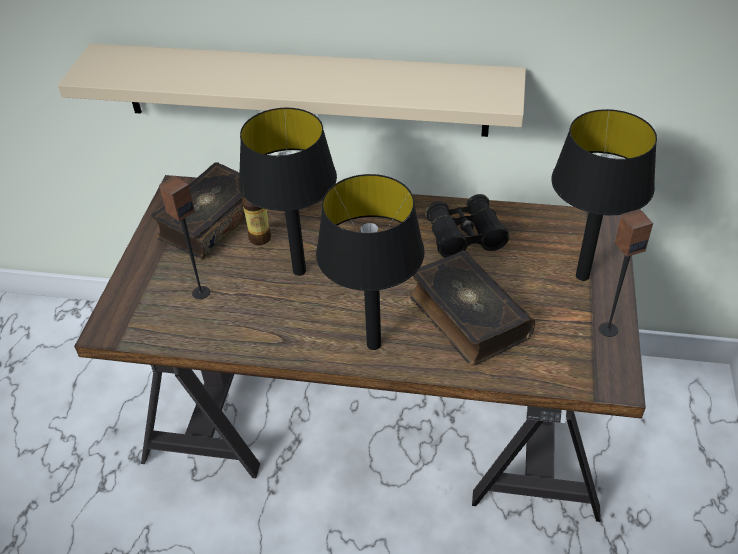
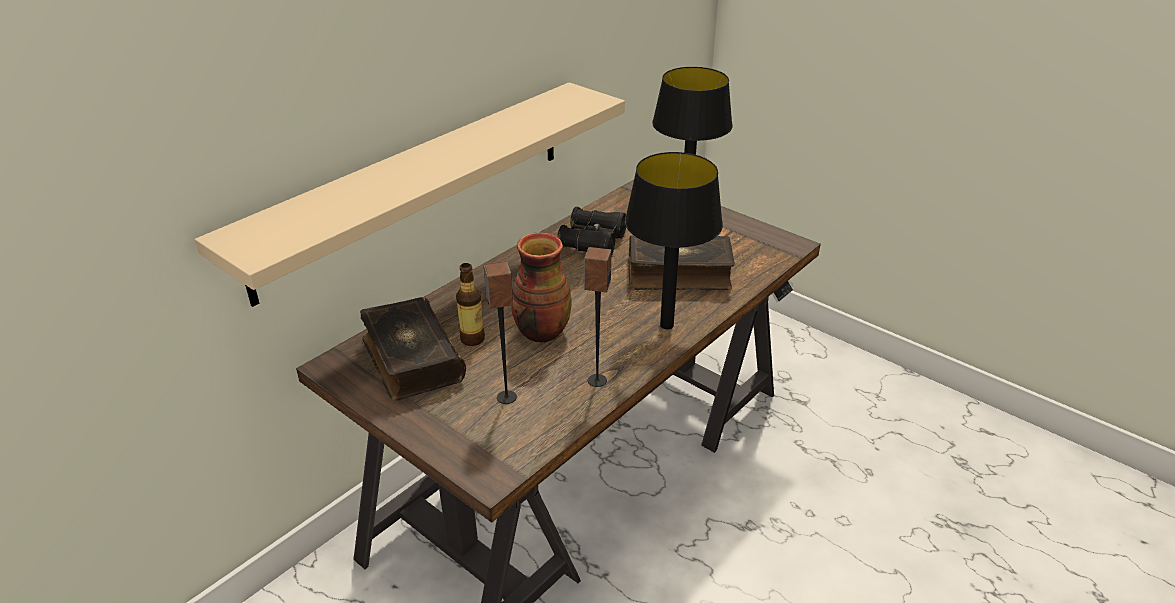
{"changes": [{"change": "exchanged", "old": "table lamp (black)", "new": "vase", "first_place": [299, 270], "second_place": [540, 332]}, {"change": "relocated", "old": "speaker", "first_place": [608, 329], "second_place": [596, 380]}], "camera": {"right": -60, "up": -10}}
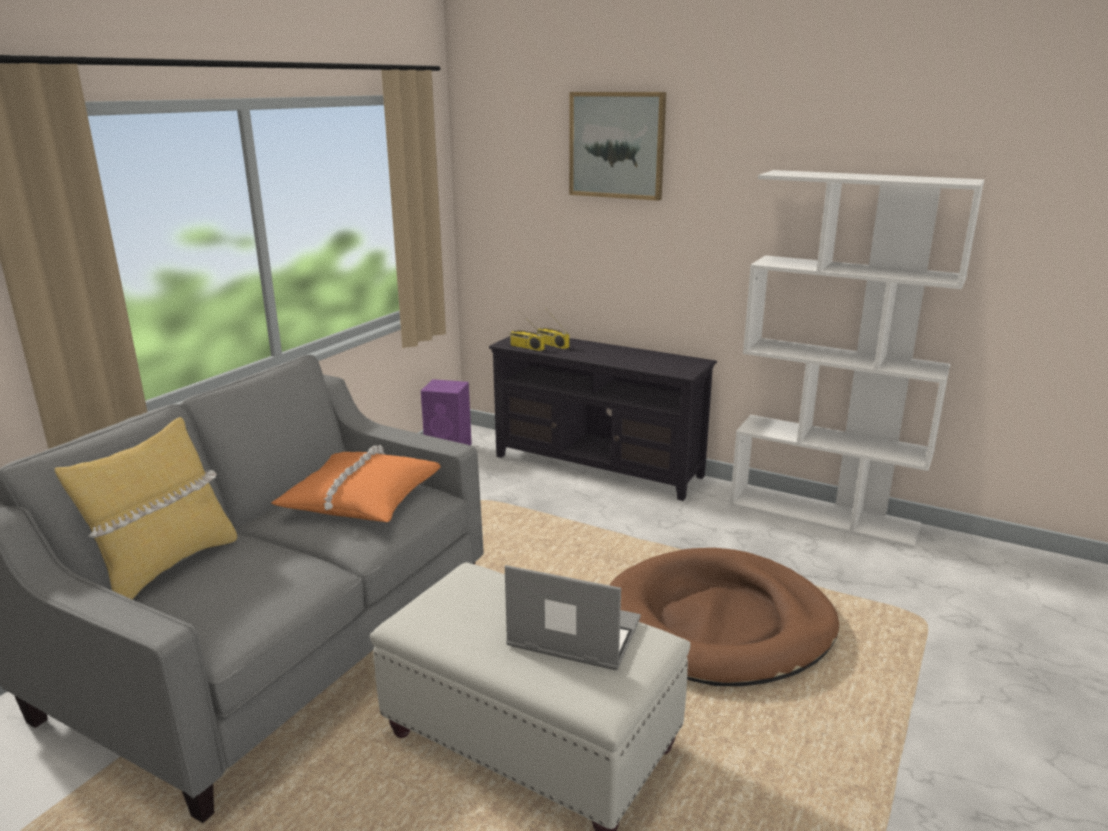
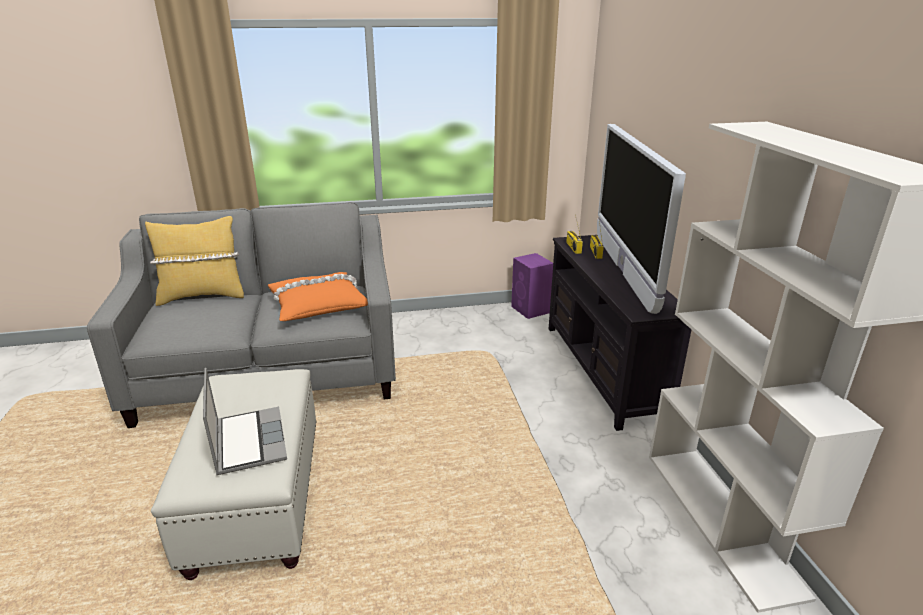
{"changes": [{"change": "missing", "old": "picture", "first_place": [617, 145]}, {"change": "missing", "old": "dog bed (brown)", "first_place": [719, 623]}, {"change": "appeared", "new": "television", "second_place": [623, 271]}], "camera": {"right": 50, "up": 5}}
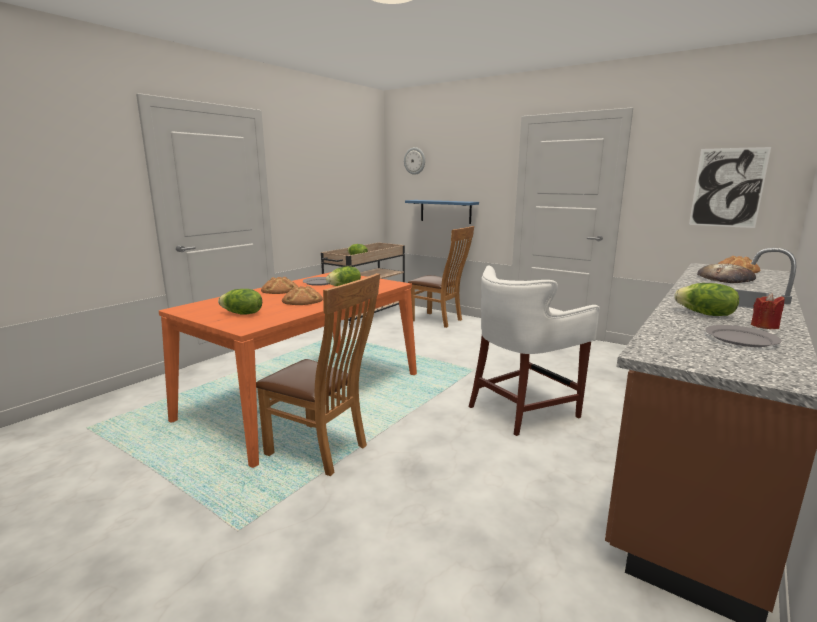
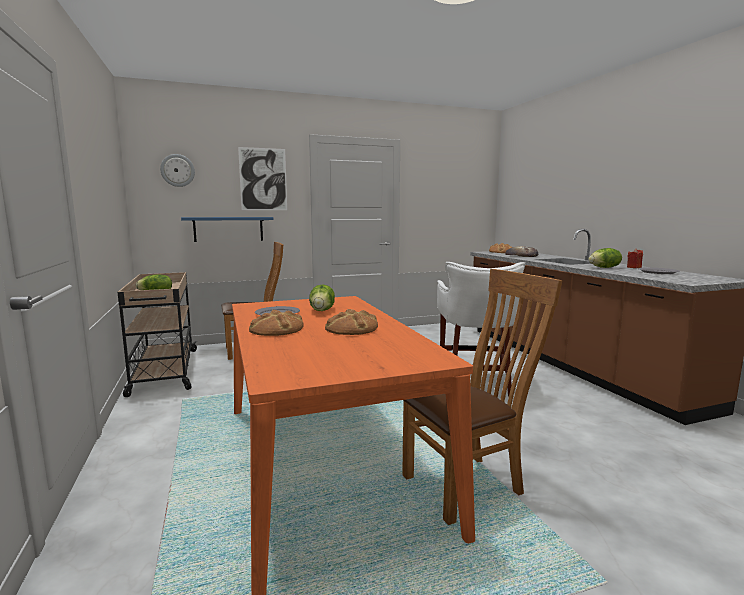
{"changes": [{"change": "missing", "old": "lettuce", "first_place": [242, 314]}, {"change": "relocated", "old": "picture", "first_place": [727, 188], "second_place": [263, 179]}], "camera": {"right": -55, "up": -5}}
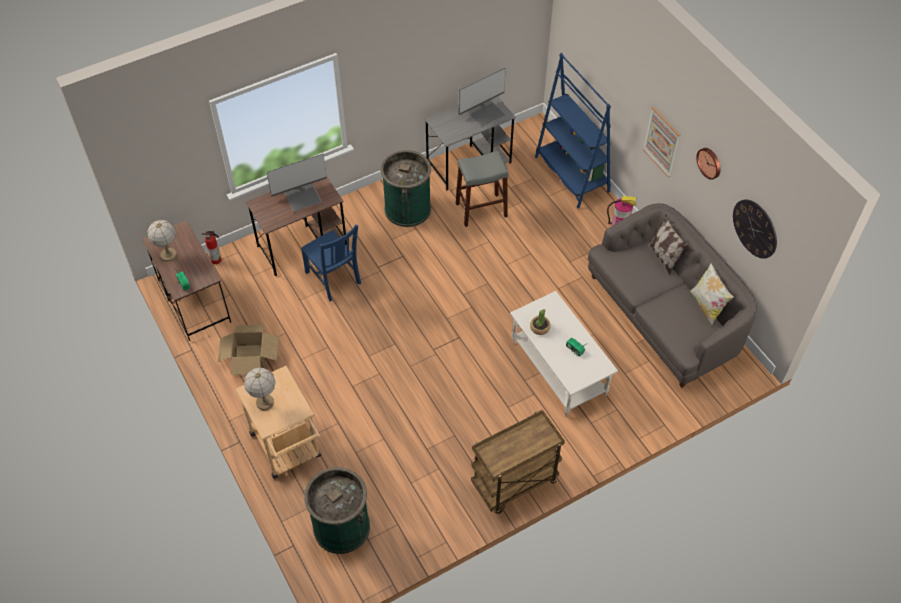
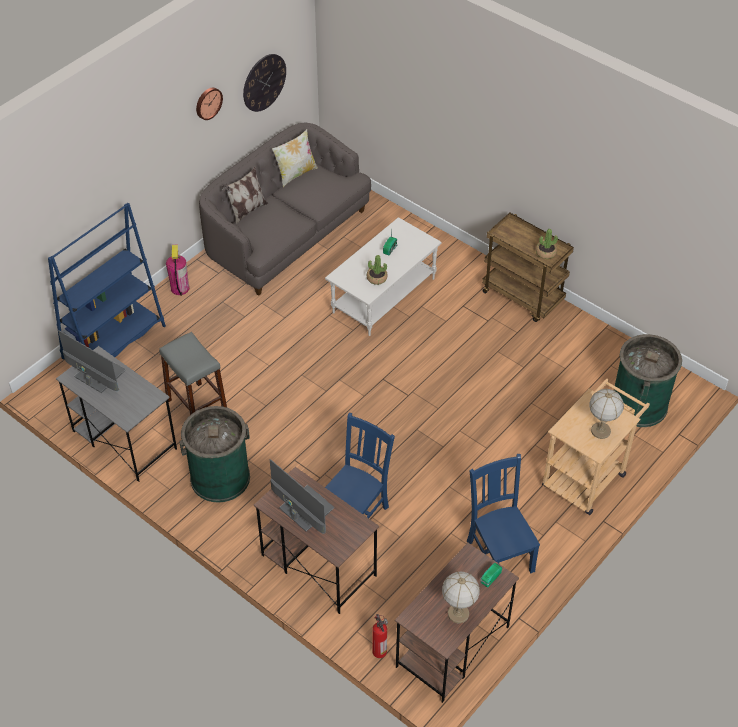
{"changes": [{"change": "exchanged", "old": "cardboard box", "new": "chair (blue)", "first_place": [250, 357], "second_place": [499, 554]}, {"change": "missing", "old": "picture", "first_place": [662, 141]}, {"change": "appeared", "new": "potted plant", "second_place": [545, 253]}], "camera": {"right": -110, "up": -5}}
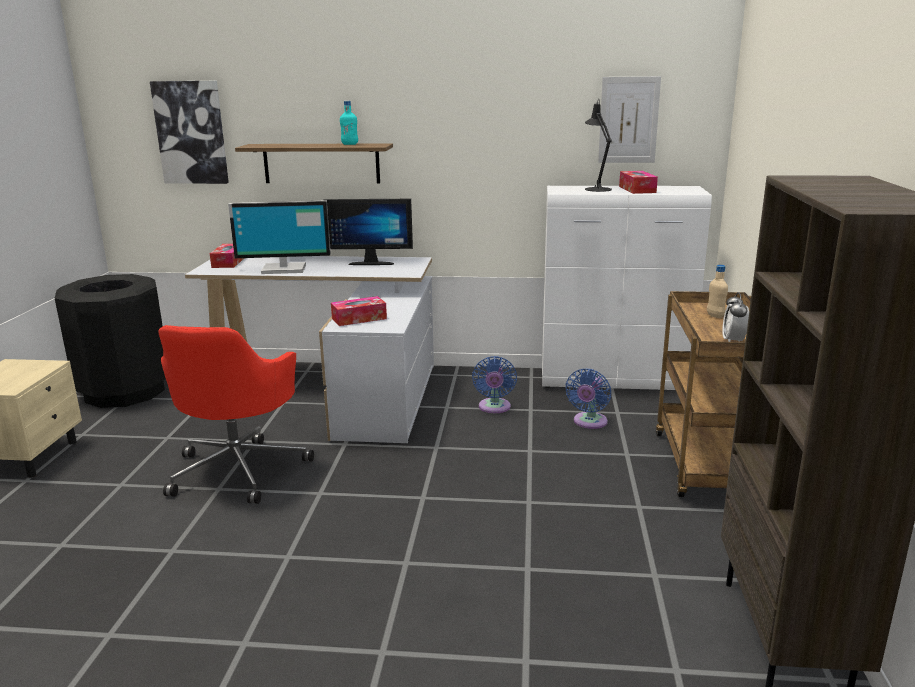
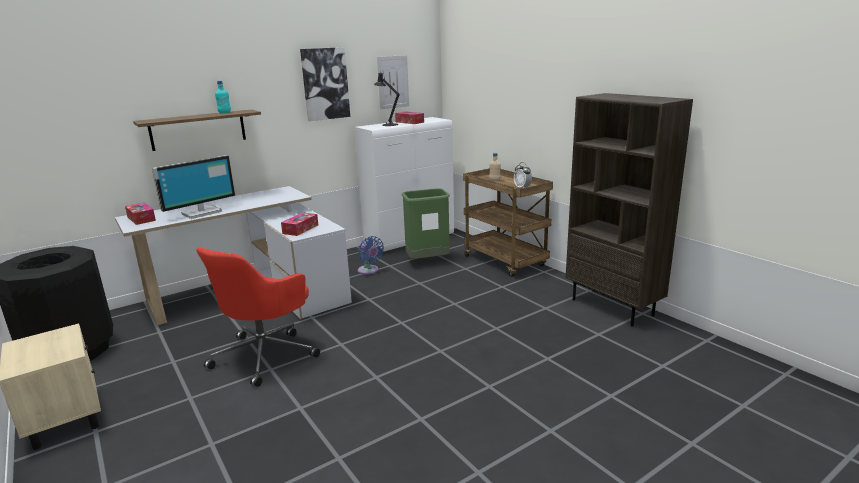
{"changes": [{"change": "relocated", "old": "picture", "first_place": [191, 132], "second_place": [325, 84]}, {"change": "spun", "old": "office chair (red)", "first_place": [239, 469], "second_place": [265, 354], "degrees": 60}, {"change": "missing", "old": "monitor", "first_place": [371, 262]}, {"change": "exchanged", "old": "fan (blue)", "new": "trash can (green)", "first_place": [589, 423], "second_place": [428, 261]}], "camera": {"right": -40, "up": 0}}
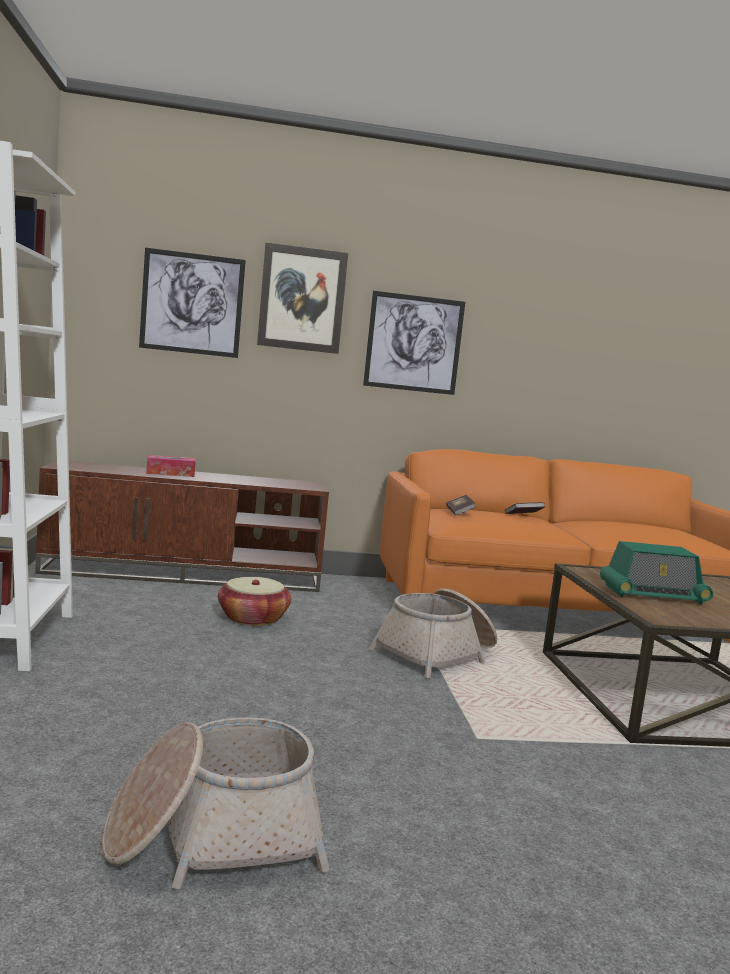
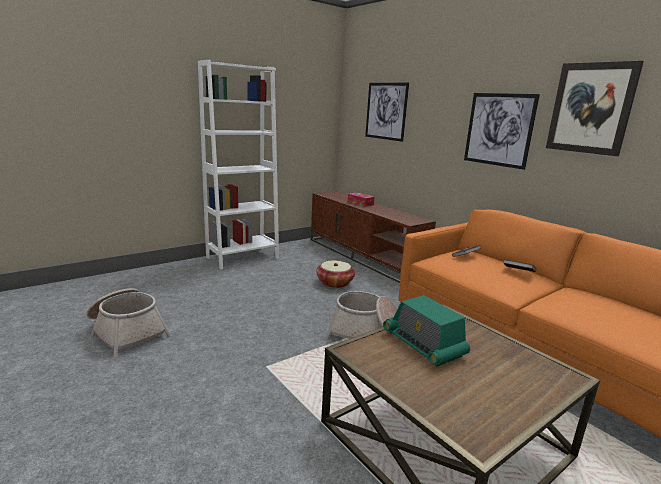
{"changes": [{"change": "relocated", "old": "picture", "first_place": [302, 299], "second_place": [591, 108]}], "camera": {"right": 60, "up": 10}}
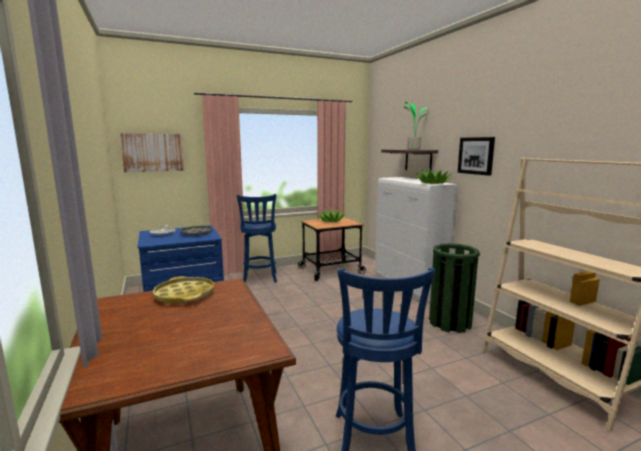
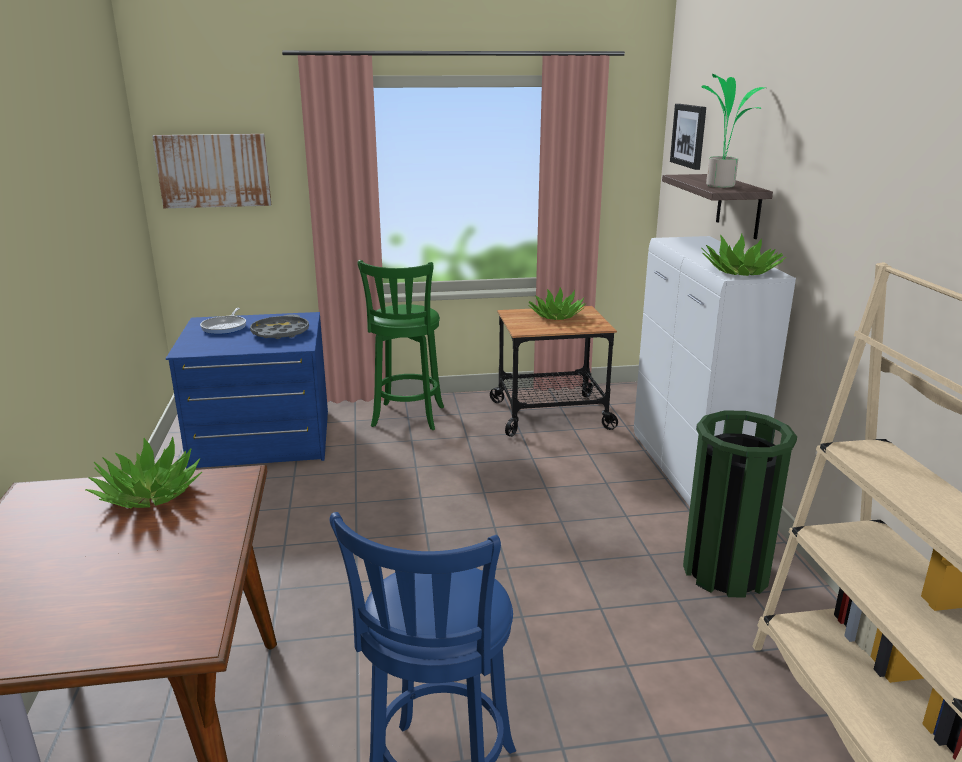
{"changes": [{"change": "exchanged", "old": "tray (yellow)", "new": "potted plant", "first_place": [184, 295], "second_place": [150, 494]}, {"change": "colour", "old": "stool (blue)", "new": "stool (green)", "first_place": [260, 278], "second_place": [407, 418]}, {"change": "relocated", "old": "picture", "first_place": [476, 155], "second_place": [689, 135]}], "camera": {"right": 15, "up": 10}}
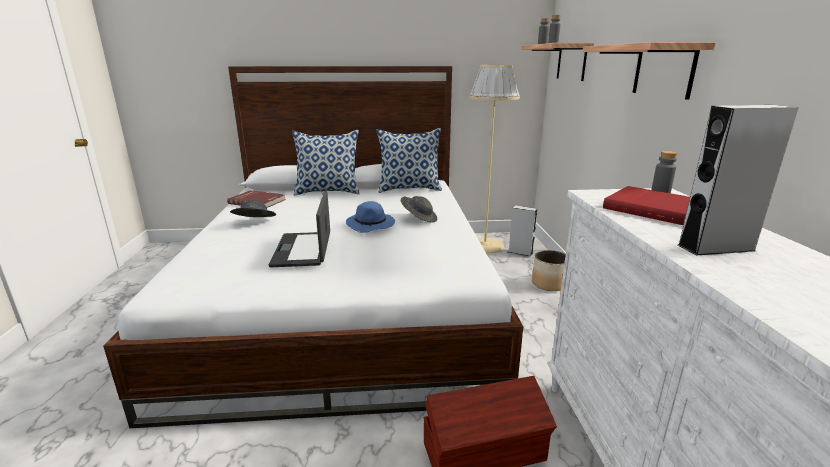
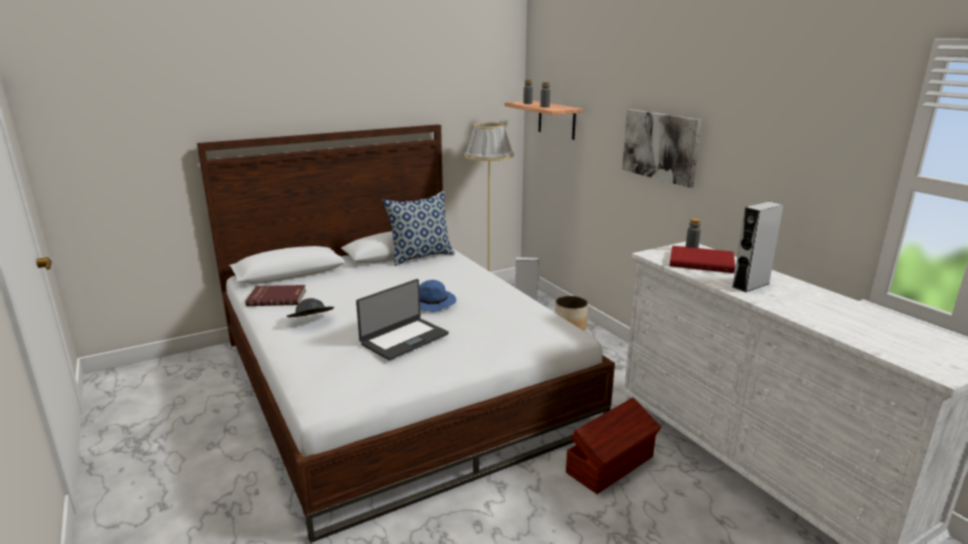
{"changes": [{"change": "spun", "old": "laptop", "first_place": [303, 249], "second_place": [404, 338], "degrees": -105}, {"change": "missing", "old": "pillow", "first_place": [328, 192]}, {"change": "missing", "old": "hat (grey)", "first_place": [419, 219]}, {"change": "exchanged", "old": "shelf", "new": "picture", "first_place": [663, 70], "second_place": [660, 146]}], "camera": {"right": -25, "up": 0}}
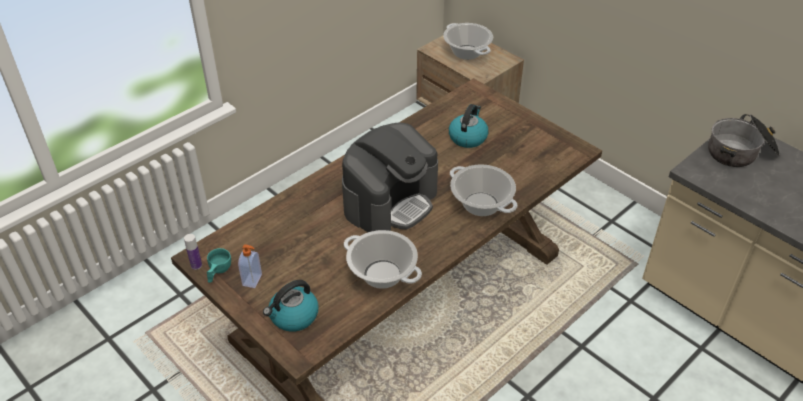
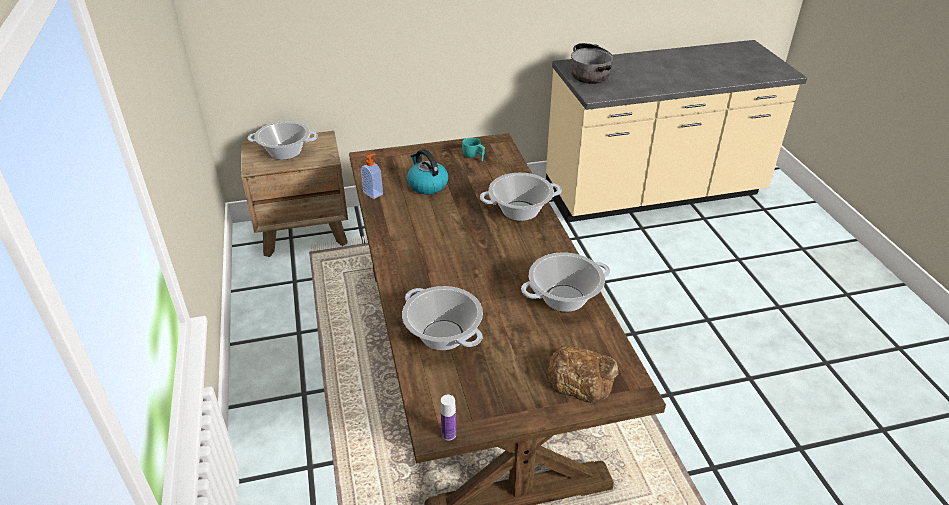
{"changes": [{"change": "relocated", "old": "cup (turquoise)", "first_place": [218, 272], "second_place": [474, 157]}, {"change": "relocated", "old": "soap dispenser", "first_place": [253, 280], "second_place": [373, 193]}, {"change": "exchanged", "old": "kettle", "new": "bread", "first_place": [293, 316], "second_place": [581, 378]}, {"change": "missing", "old": "coffee machine", "first_place": [390, 202]}, {"change": "appeared", "new": "cooking pot", "second_place": [443, 335]}], "camera": {"right": -60, "up": -5}}
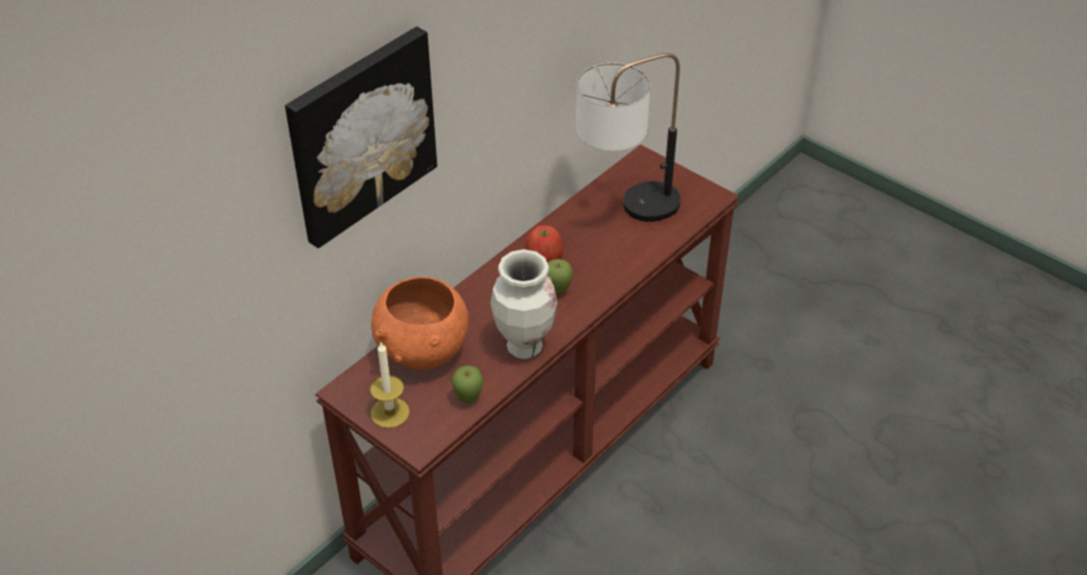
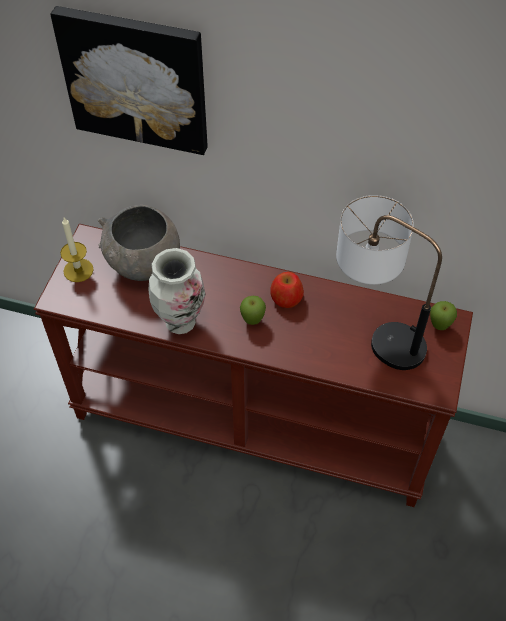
{"changes": [{"change": "colour", "old": "bowl (orange)", "new": "bowl (grey)", "first_place": [423, 353], "second_place": [144, 265]}, {"change": "relocated", "old": "apple", "first_place": [468, 399], "second_place": [439, 326]}], "camera": {"right": 65, "up": 10}}
